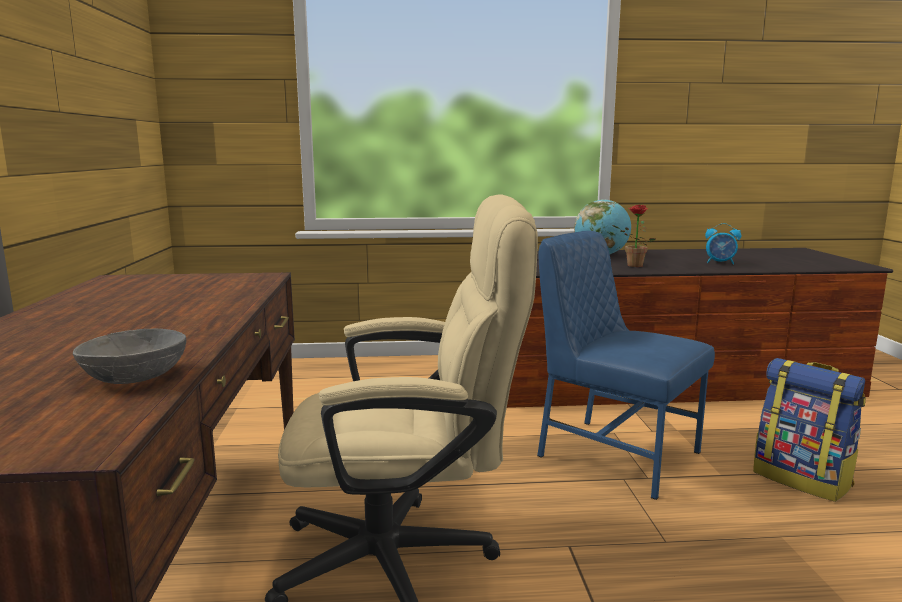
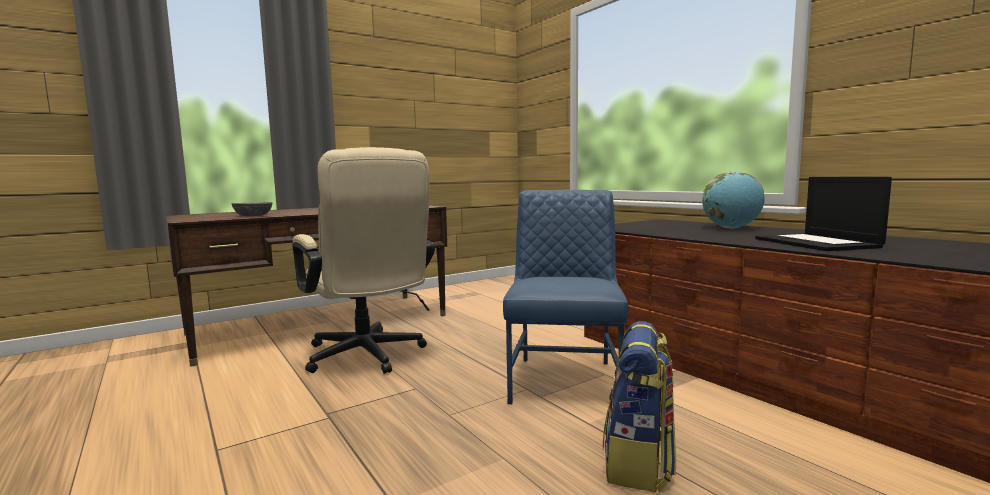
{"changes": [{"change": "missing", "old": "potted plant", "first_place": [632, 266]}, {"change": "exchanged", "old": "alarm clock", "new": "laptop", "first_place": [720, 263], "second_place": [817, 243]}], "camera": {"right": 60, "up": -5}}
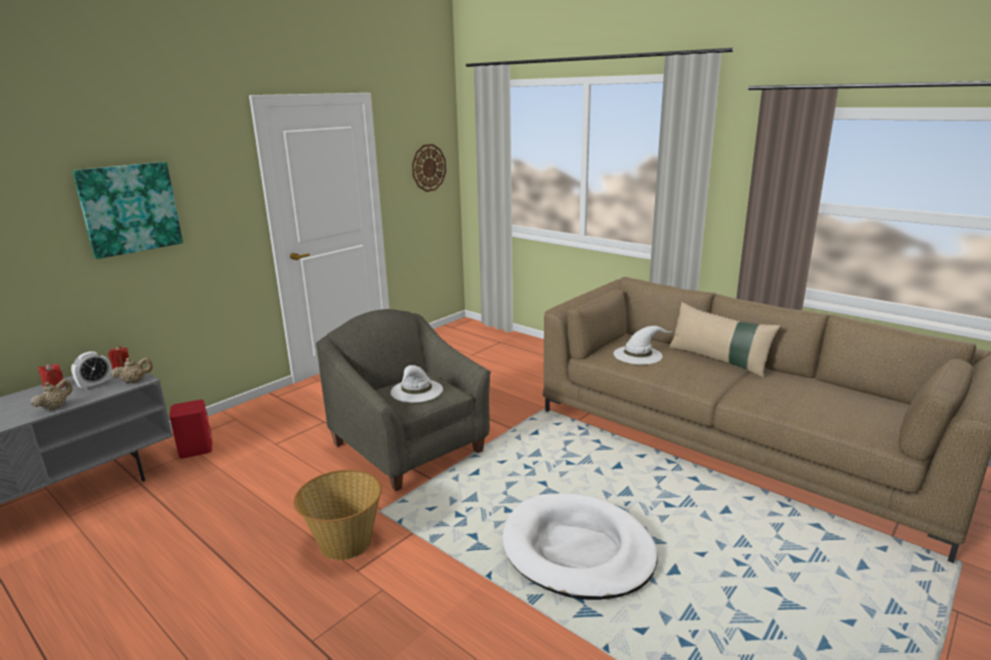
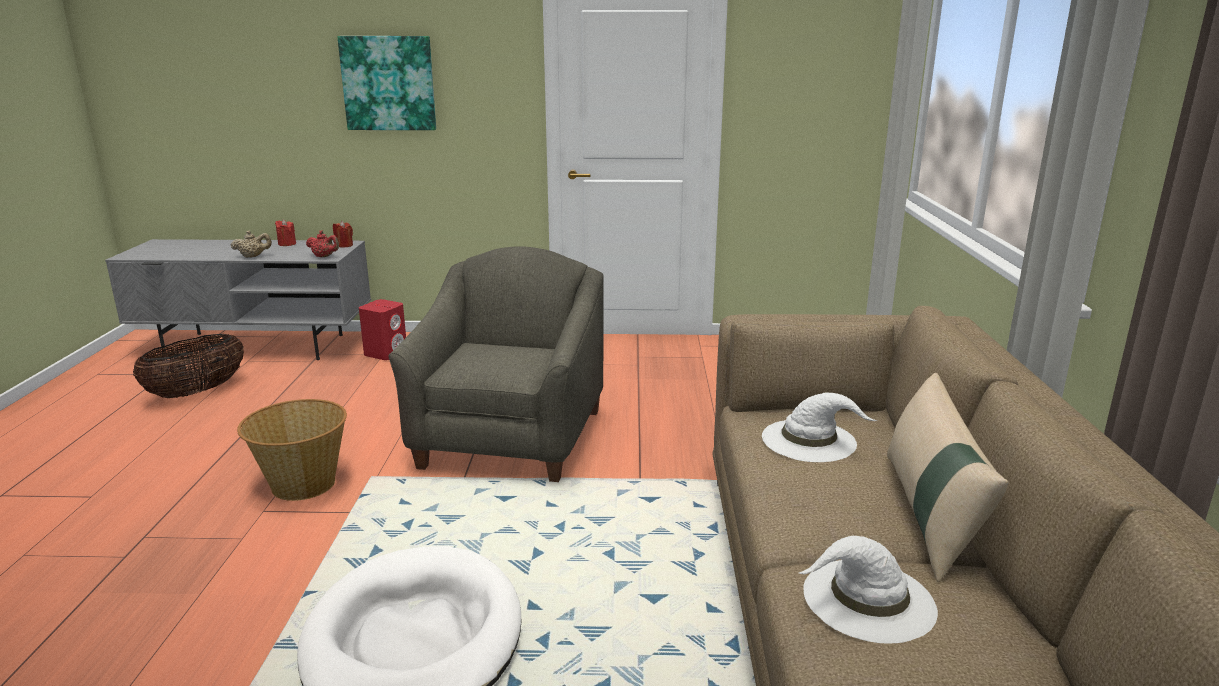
{"changes": [{"change": "missing", "old": "alarm clock", "first_place": [96, 385]}, {"change": "colour", "old": "teapot (beige)", "new": "teapot (red)", "first_place": [134, 381], "second_place": [324, 257]}, {"change": "relocated", "old": "hat (white)", "first_place": [416, 391], "second_place": [867, 600]}, {"change": "missing", "old": "wall clock", "first_place": [428, 167]}, {"change": "appeared", "new": "basket", "second_place": [197, 392]}], "camera": {"right": 50, "up": 0}}
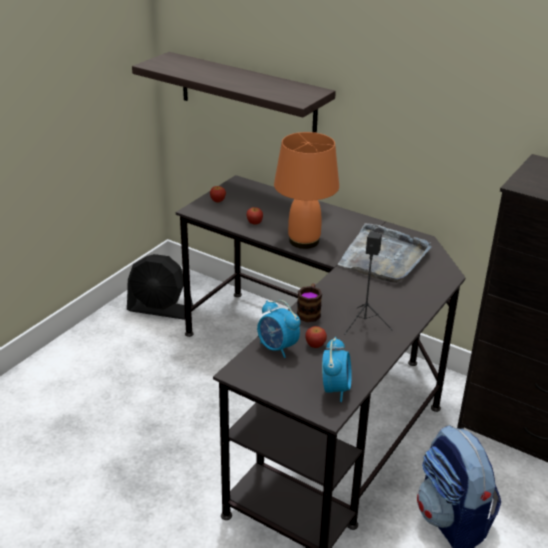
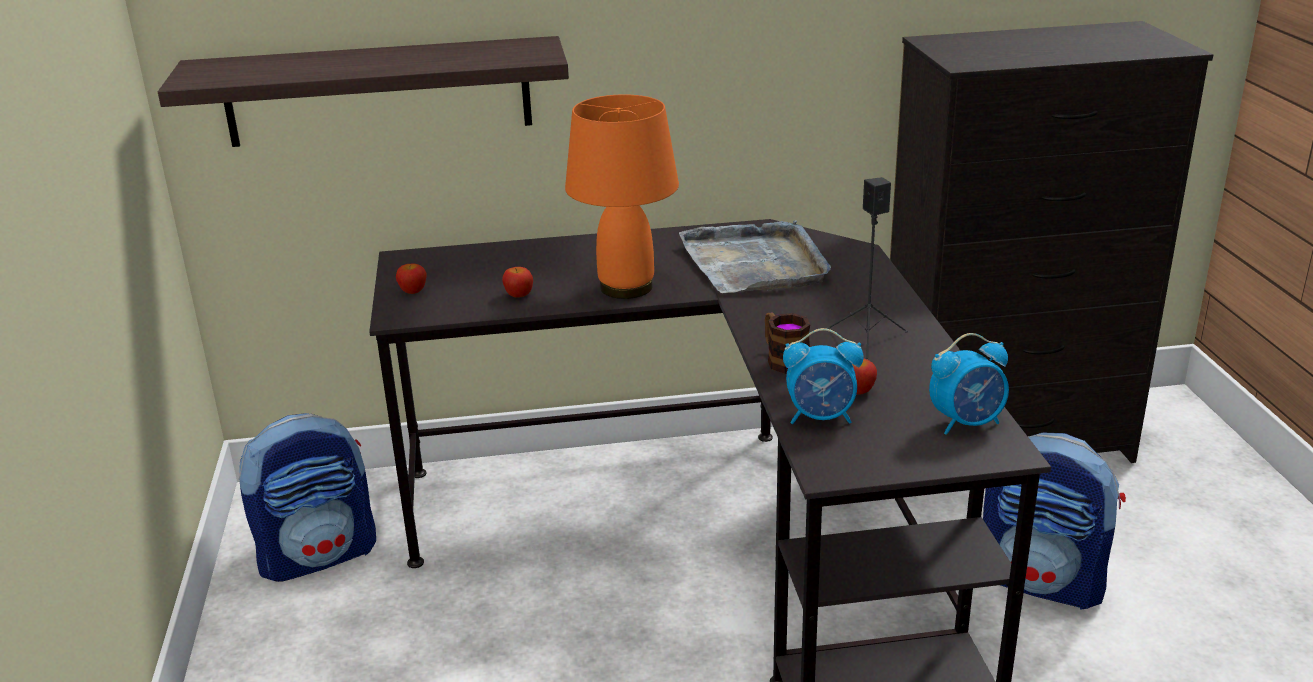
{"changes": [{"change": "exchanged", "old": "fan (black)", "new": "backpack", "first_place": [160, 309], "second_place": [319, 555]}, {"change": "spun", "old": "alarm clock", "first_place": [335, 389], "second_place": [967, 423], "degrees": 105}], "camera": {"right": -40, "up": -5}}
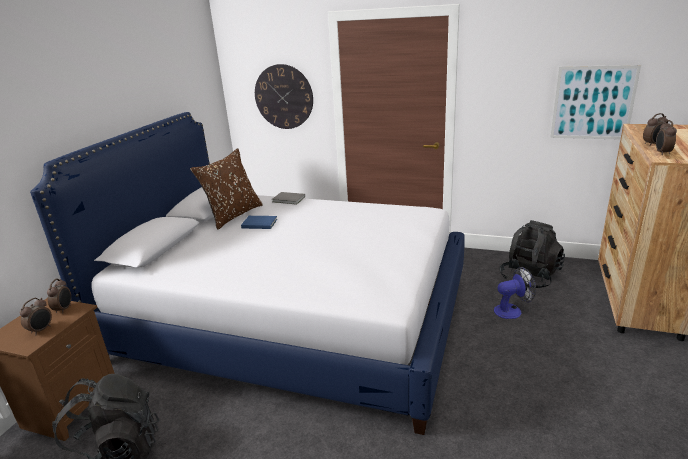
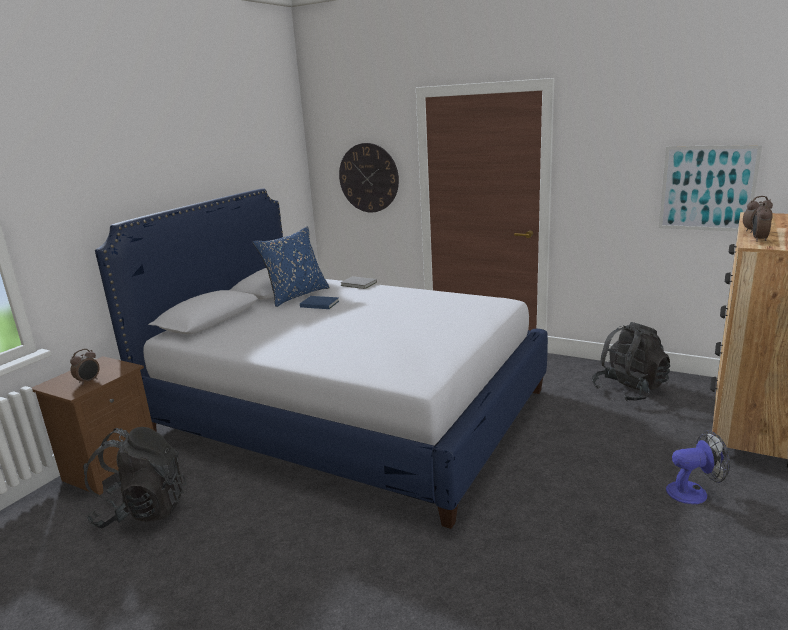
{"changes": [{"change": "missing", "old": "alarm clock", "first_place": [64, 309]}, {"change": "colour", "old": "pillow (brown)", "new": "pillow (blue)", "first_place": [233, 215], "second_place": [296, 295]}, {"change": "relocated", "old": "fan", "first_place": [512, 310], "second_place": [693, 492]}], "camera": {"right": 10, "up": -5}}
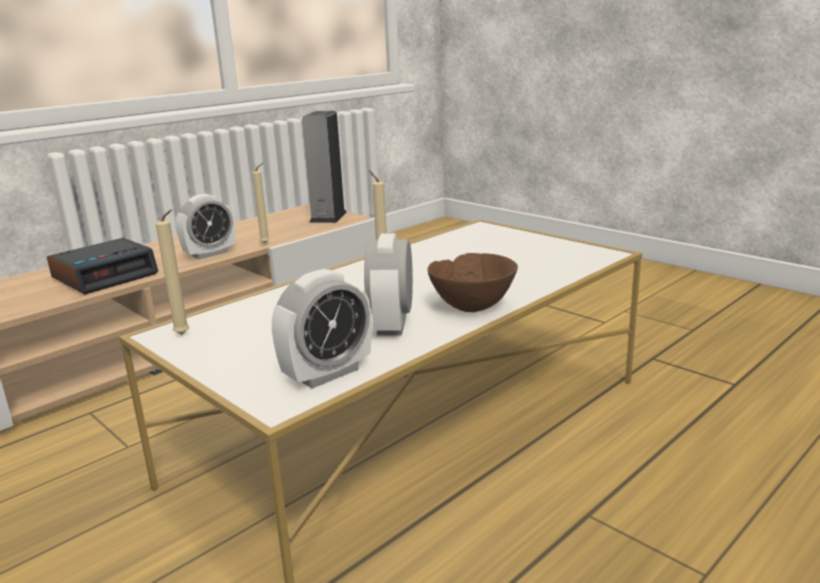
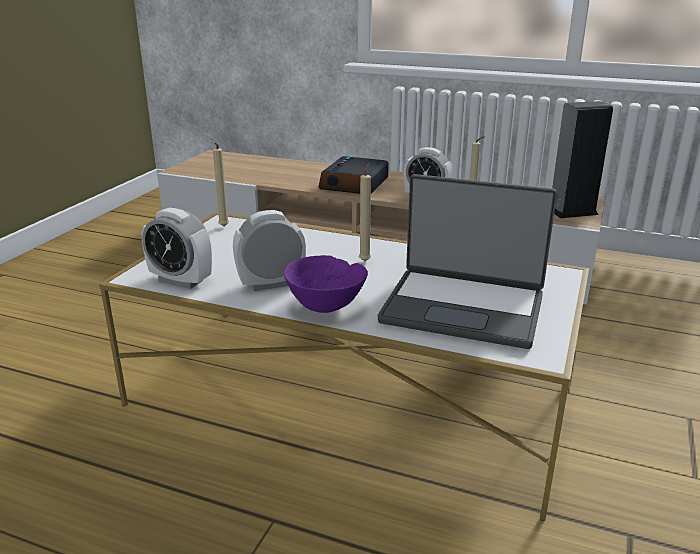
{"changes": [{"change": "spun", "old": "alarm clock", "first_place": [106, 276], "second_place": [354, 184], "degrees": 90}, {"change": "colour", "old": "bowl (brown)", "new": "bowl (purple)", "first_place": [472, 307], "second_place": [326, 307]}, {"change": "appeared", "new": "laptop", "second_place": [463, 308]}], "camera": {"right": 65, "up": 5}}
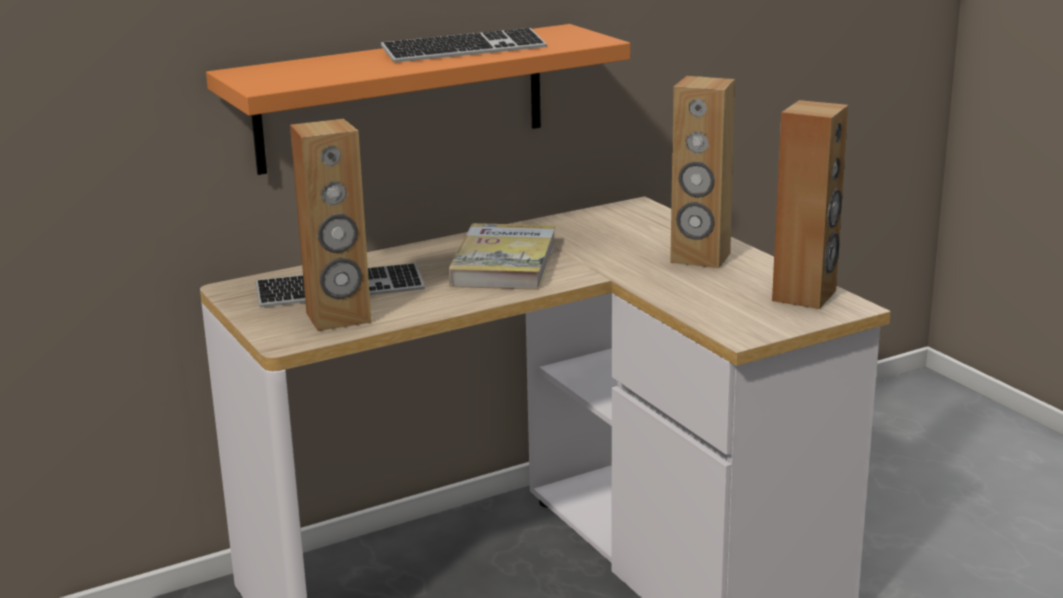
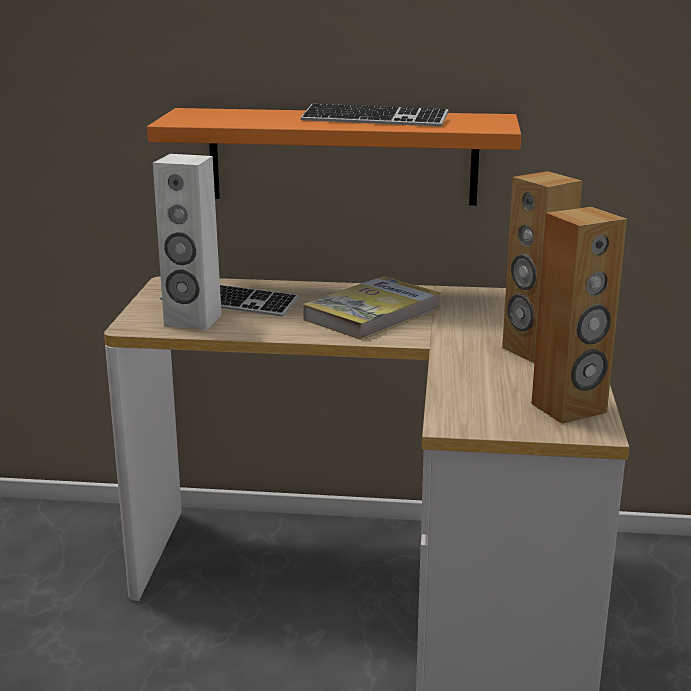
{"changes": [{"change": "colour", "old": "speaker (brown)", "new": "speaker (white)", "first_place": [339, 318], "second_place": [192, 320]}], "camera": {"right": 35, "up": 0}}
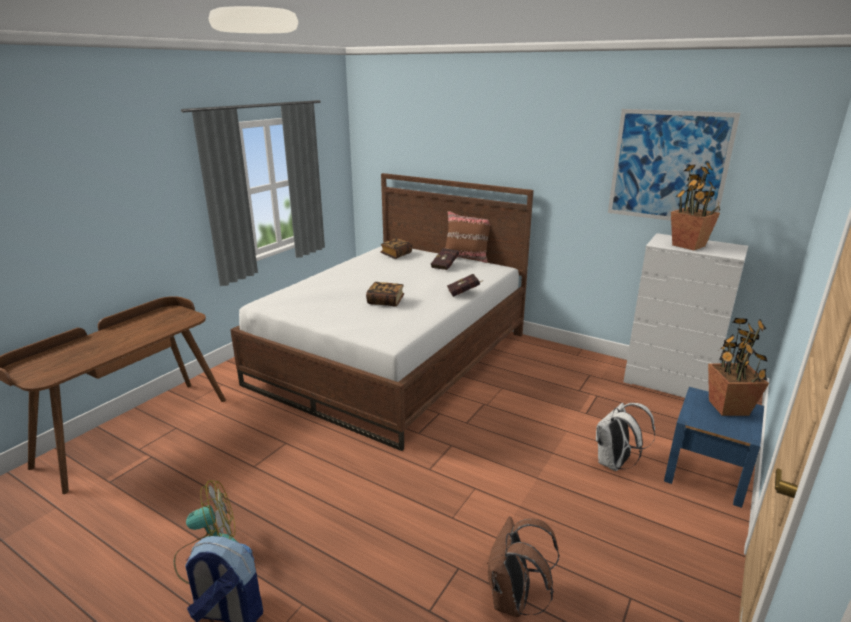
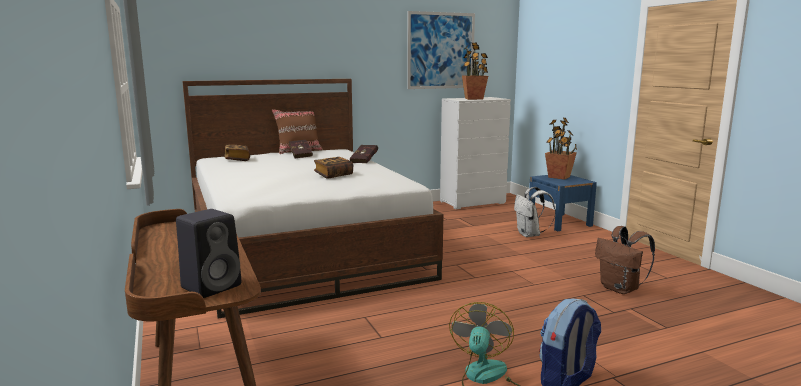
{"changes": [{"change": "appeared", "new": "speaker (black)", "second_place": [213, 286]}], "camera": {"right": -55, "up": -10}}
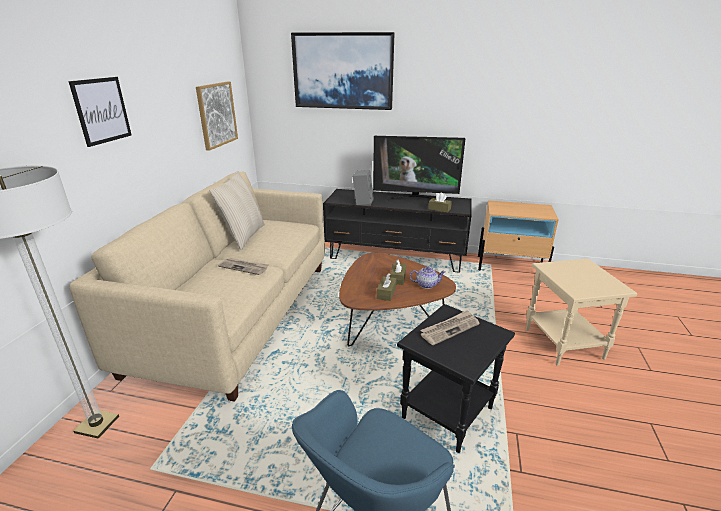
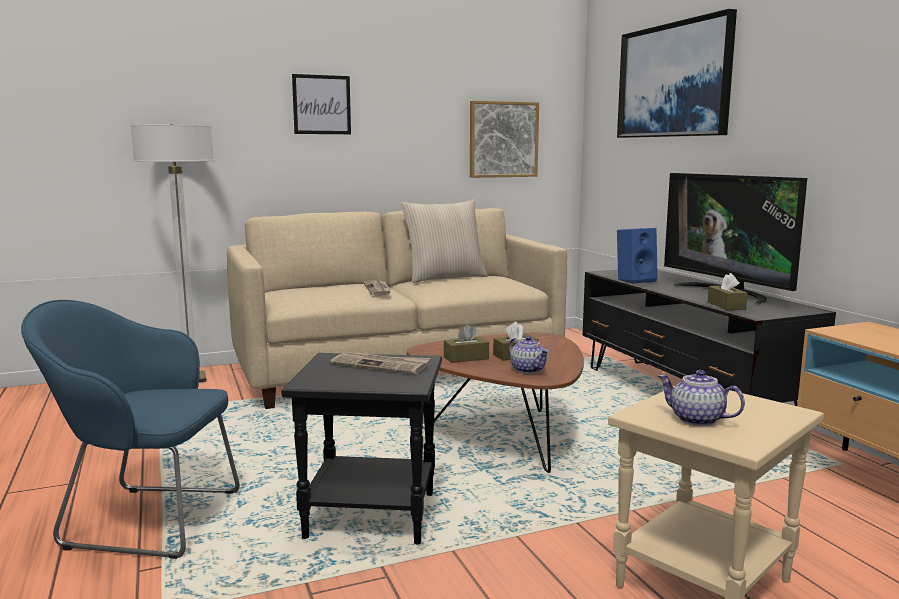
{"changes": [{"change": "colour", "old": "speaker (grey)", "new": "speaker (blue)", "first_place": [362, 202], "second_place": [635, 280]}, {"change": "appeared", "new": "teapot", "second_place": [696, 419]}], "camera": {"right": 55, "up": -15}}
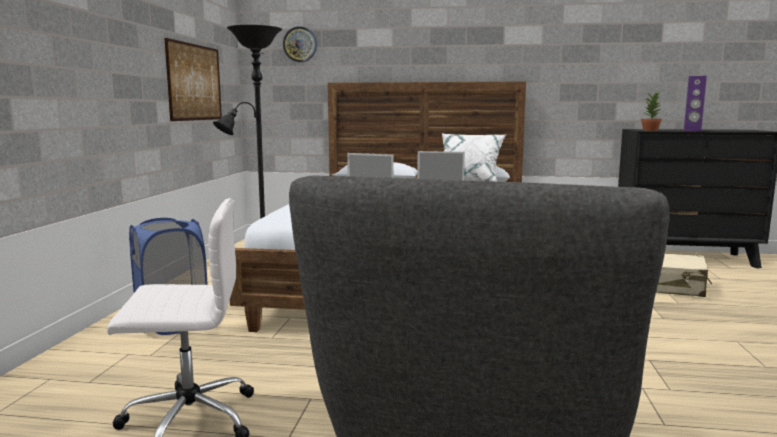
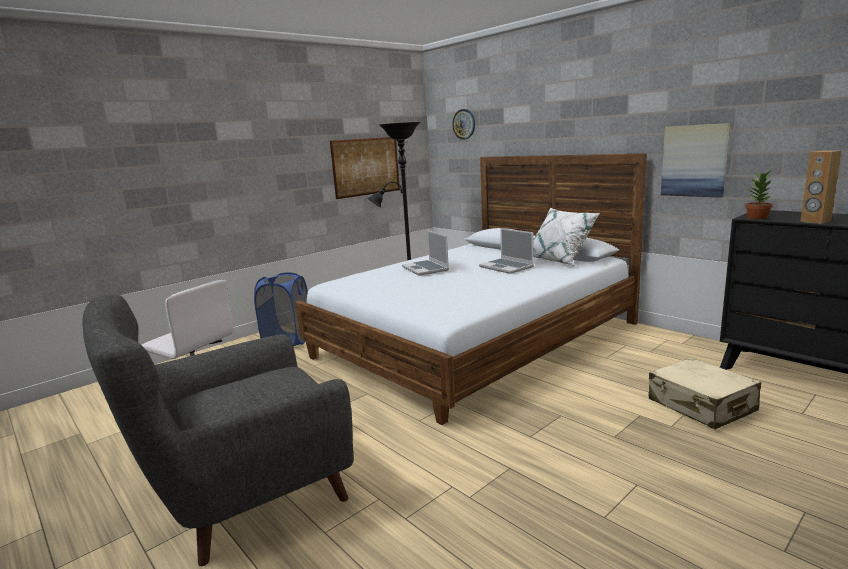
{"changes": [{"change": "colour", "old": "speaker (purple)", "new": "speaker (brown)", "first_place": [692, 130], "second_place": [815, 221]}, {"change": "appeared", "new": "picture", "second_place": [694, 161]}], "camera": {"right": 40, "up": 5}}
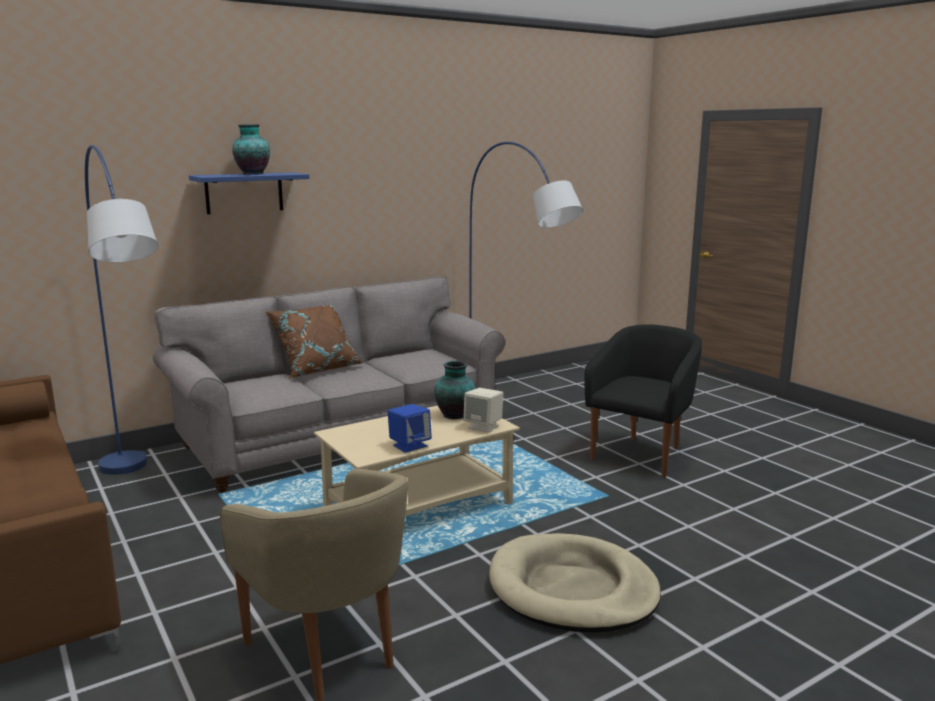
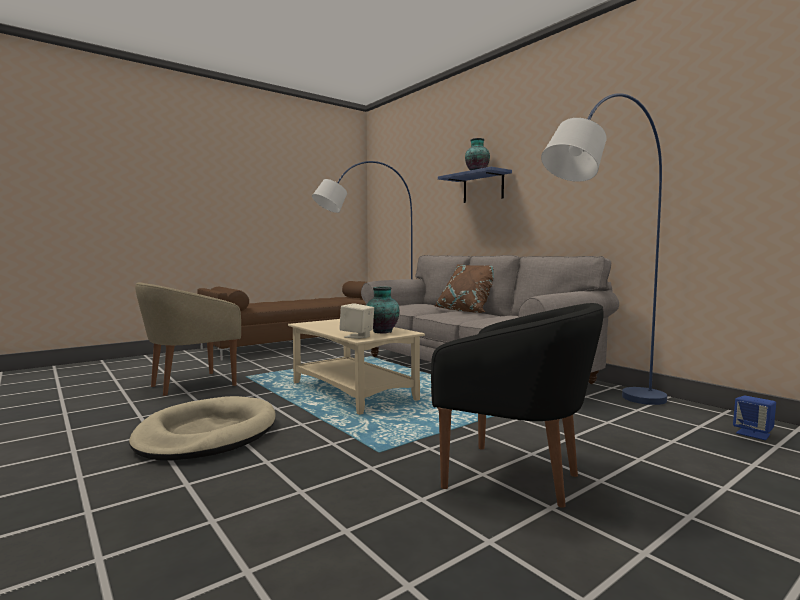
{"changes": [{"change": "relocated", "old": "speaker (blue)", "first_place": [409, 445], "second_place": [753, 434]}], "camera": {"right": 85, "up": -10}}
